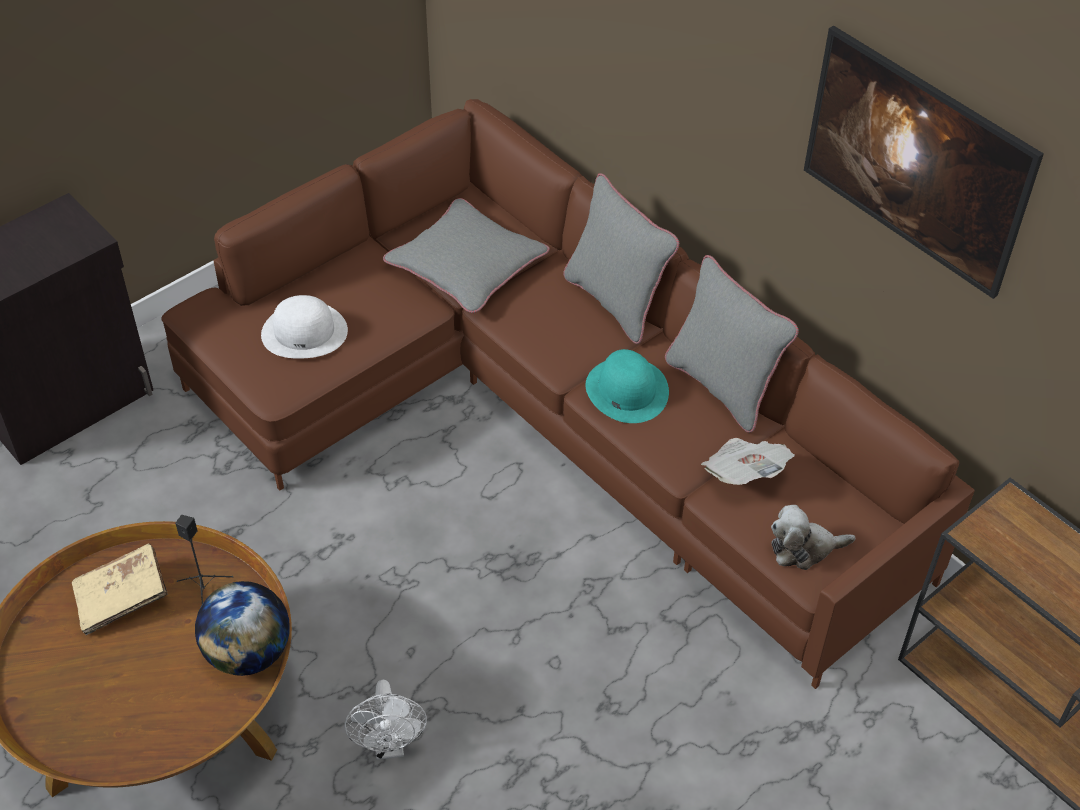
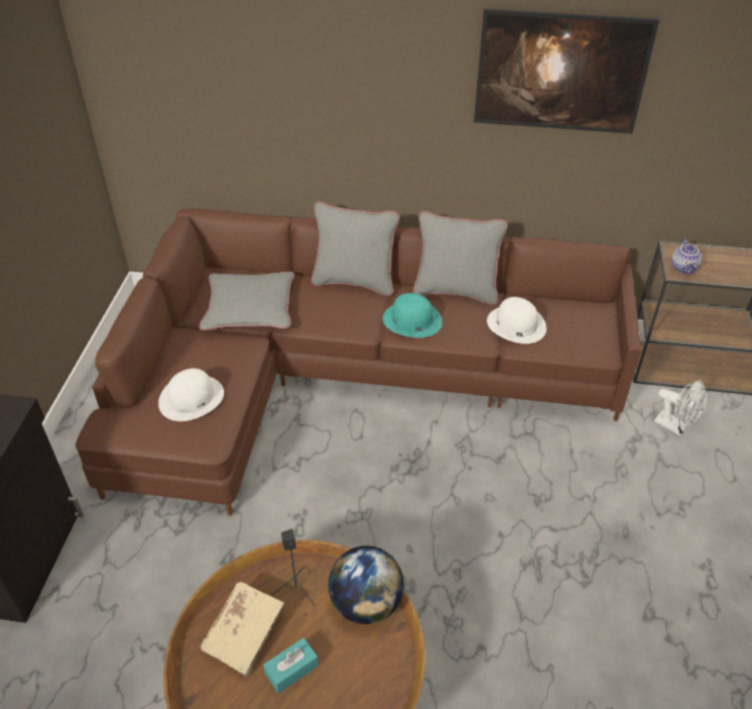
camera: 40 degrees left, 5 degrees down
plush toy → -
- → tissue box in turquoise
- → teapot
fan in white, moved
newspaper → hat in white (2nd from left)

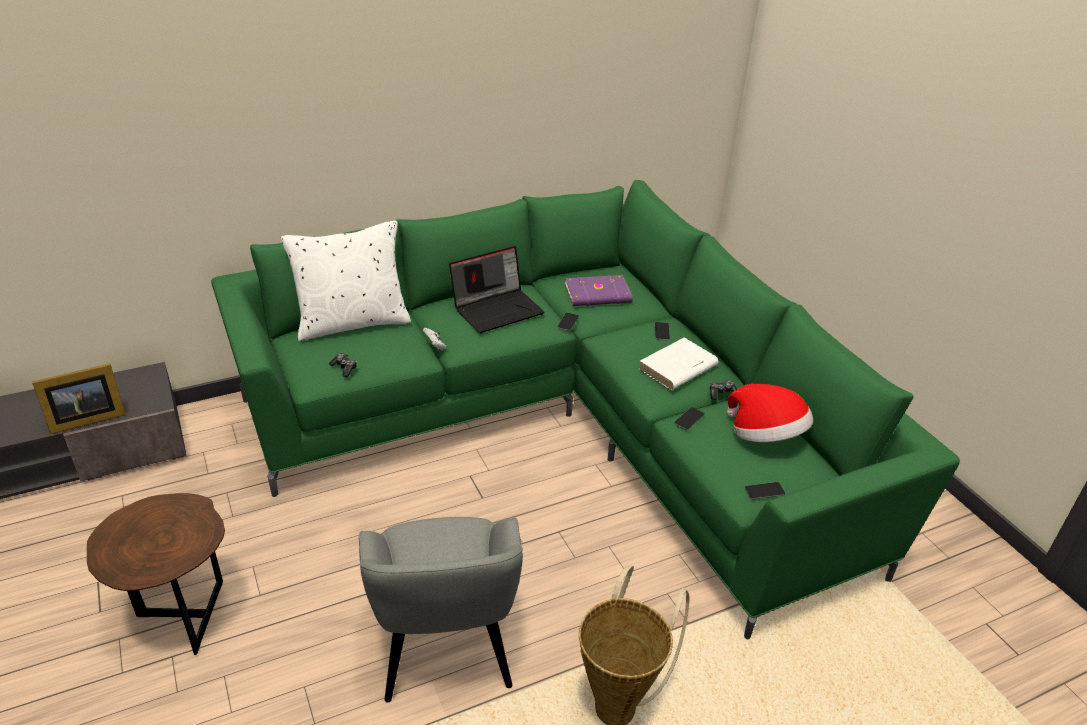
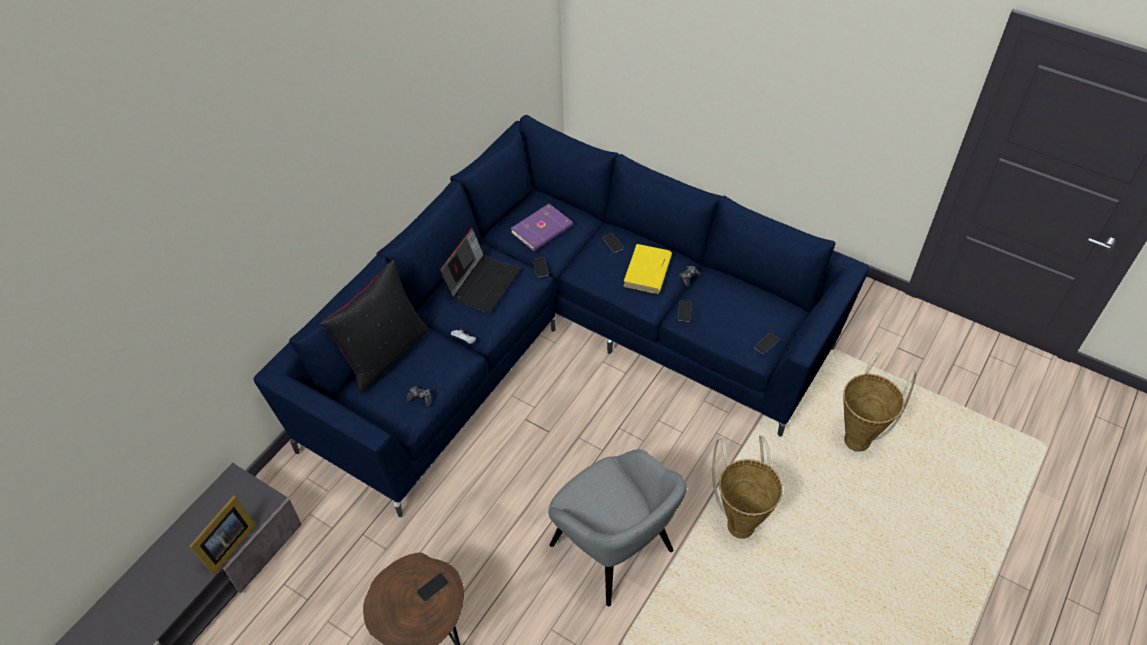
camera: 30 degrees left, 15 degrees up
hat → -
- → phone (1st from left)
- → basket (2nd from left)
sofa in green → sofa in blue
pillow in white → pillow in black
book in white → book in yellow

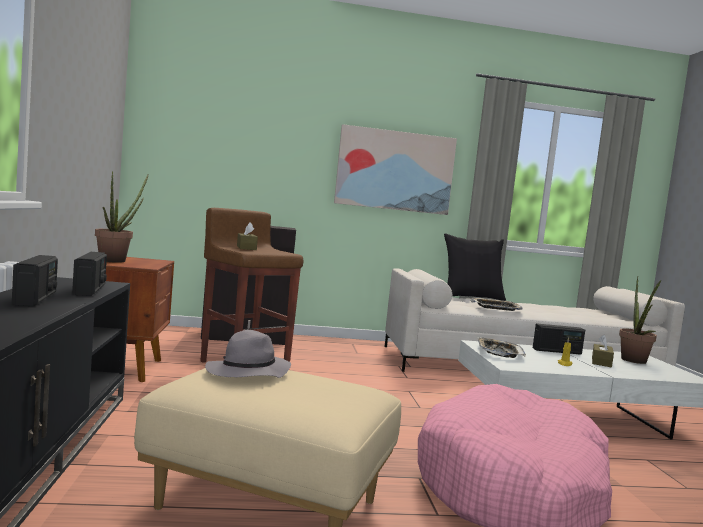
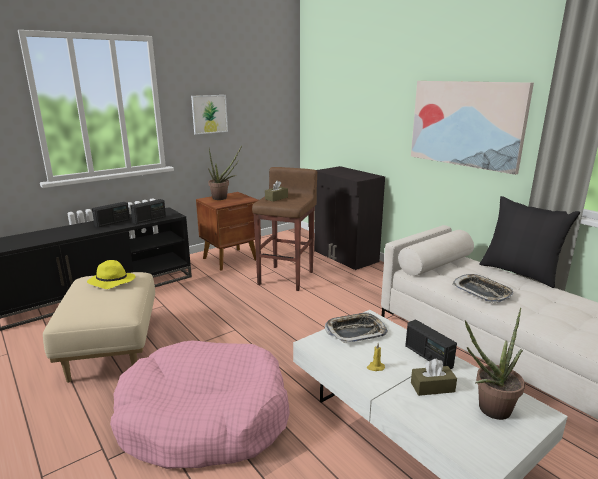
camera: 60 degrees right, 15 degrees up
- → picture (1st from left)
hat in grey → hat in yellow

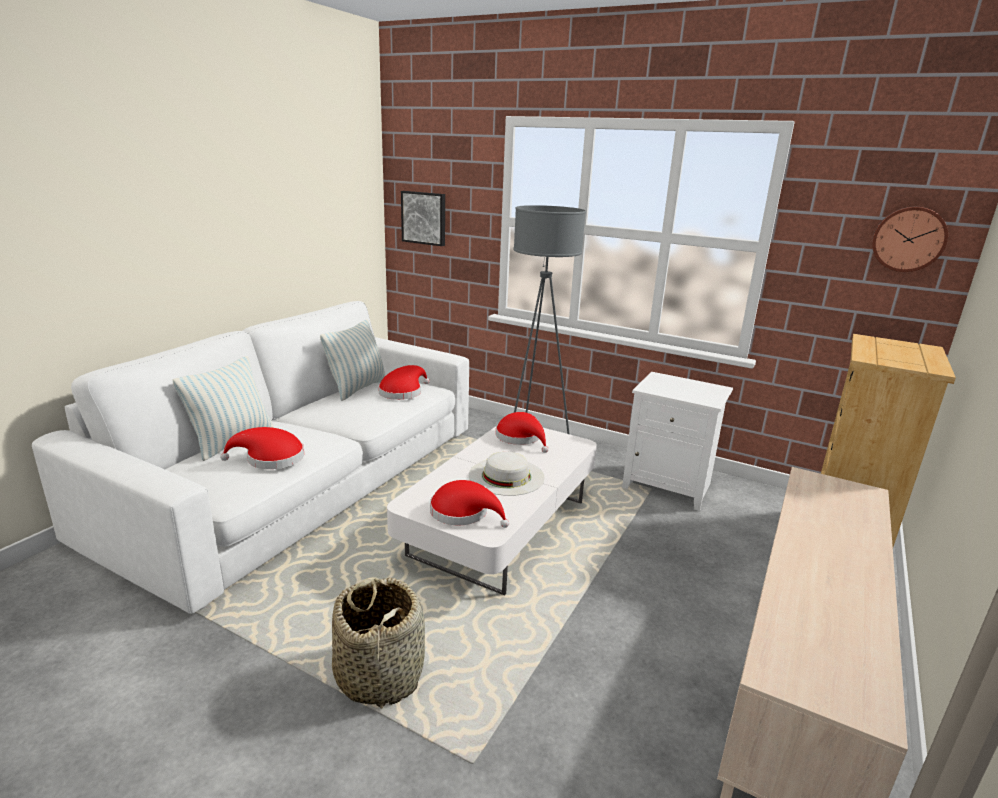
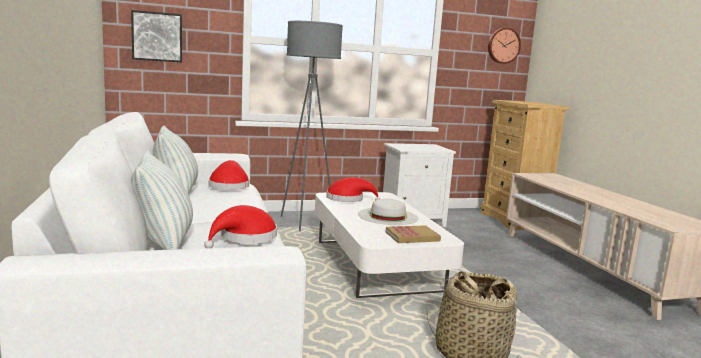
camera: 45 degrees left, 10 degrees down
hat in red (3rd from left) → book

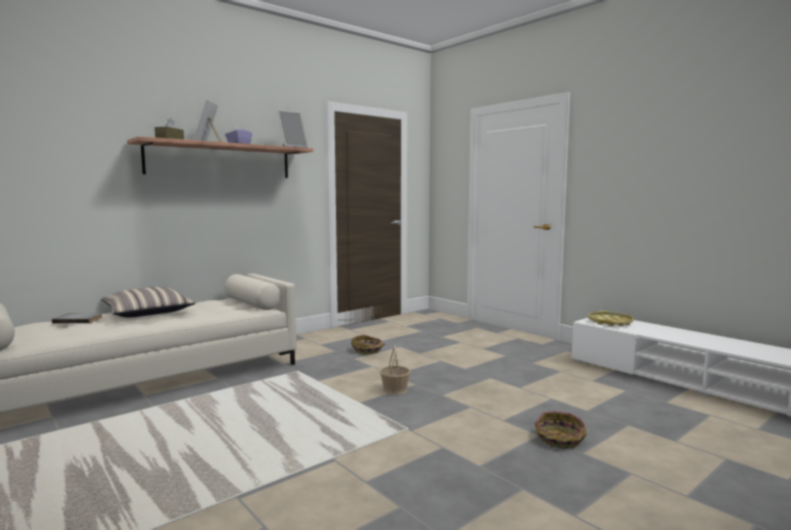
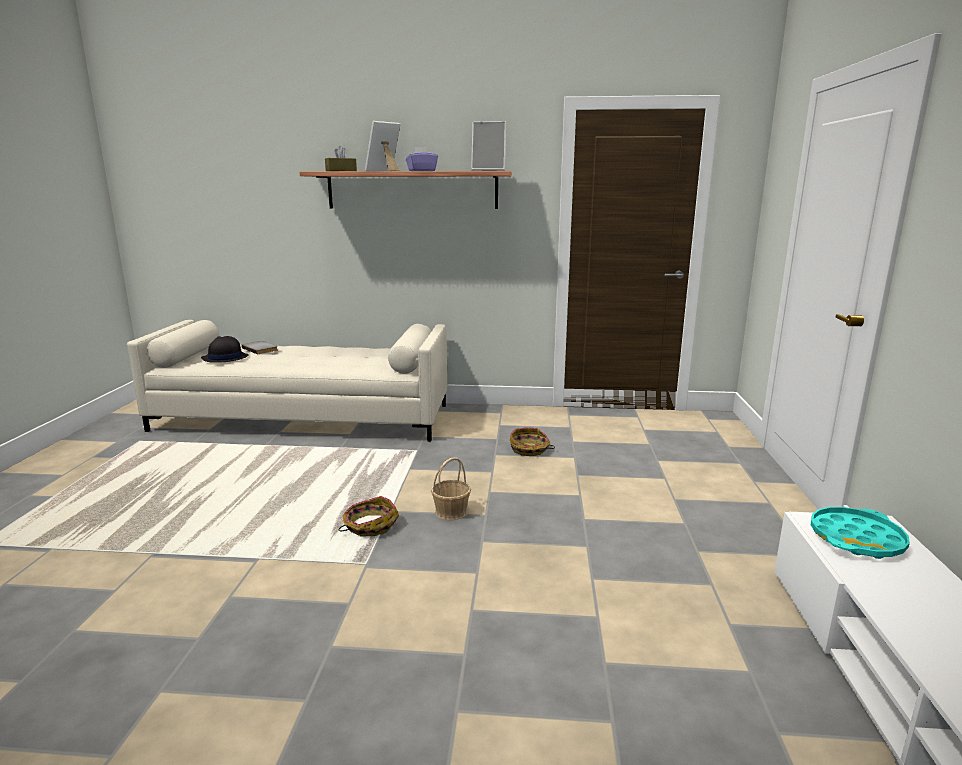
camera: 45 degrees right, 10 degrees up
pillow → -
- → hat in black
basket (3rd from left in the first image) → basket (1st from left), moved
tray in yellow → tray in turquoise

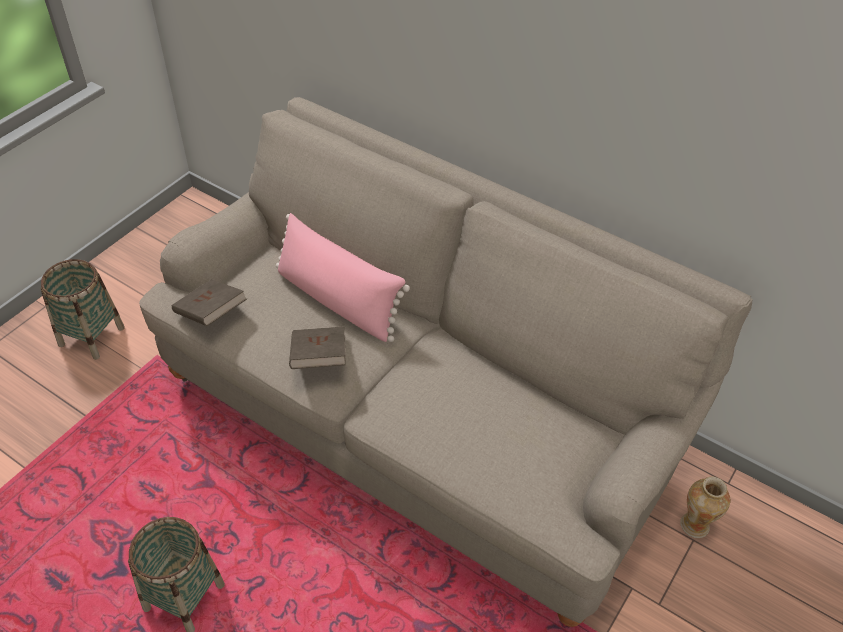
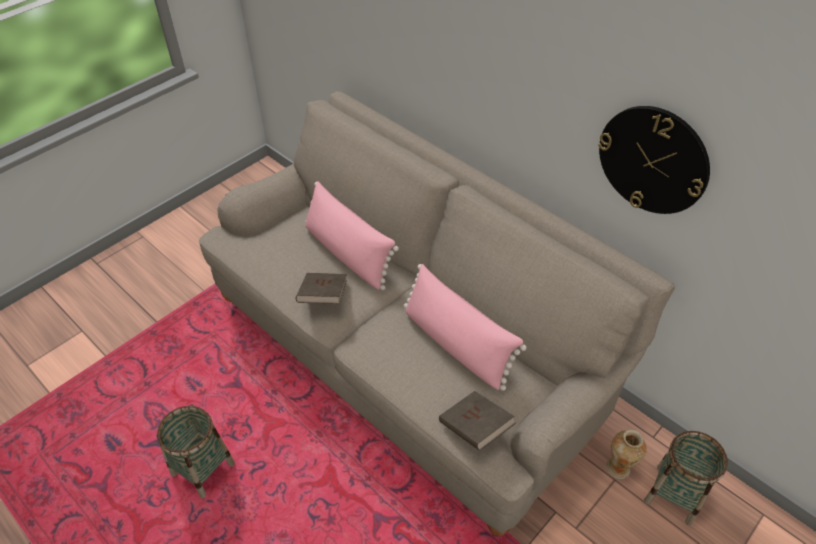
camera: 10 degrees right, 0 degrees up
- → pillow in pink (2nd from left)
- → wall clock
basket (1st from left in the first image) → basket (2nd from left), moved
book in brown (1st from left in the first image) → book in brown (2nd from left), moved

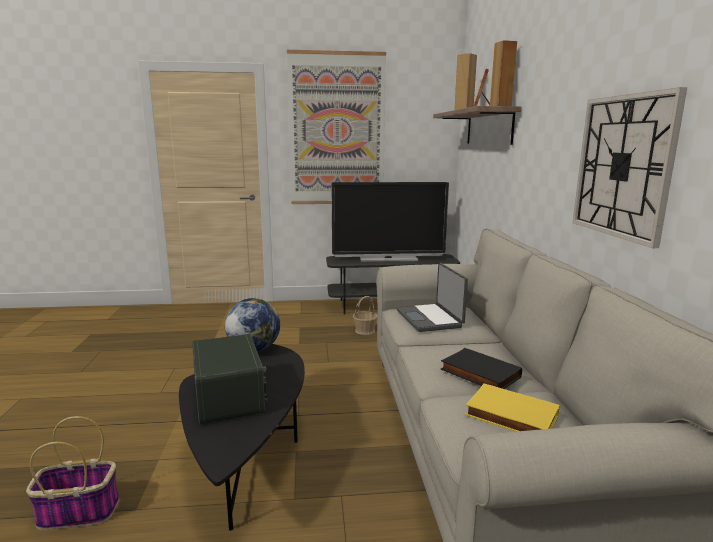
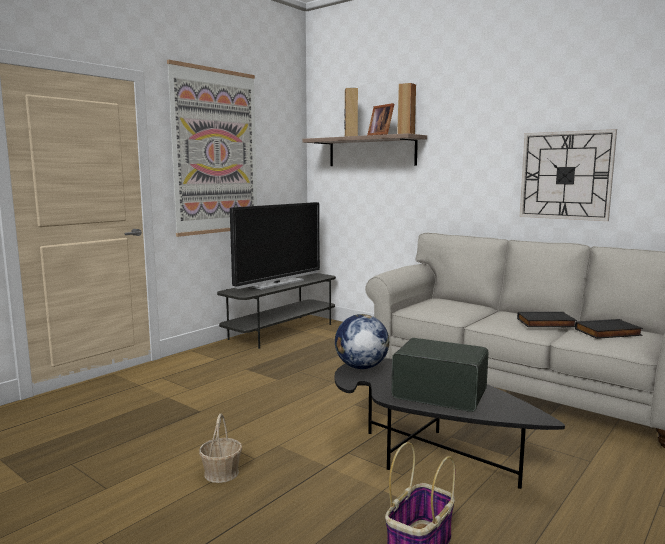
camera: 45 degrees left, 5 degrees down
laptop → -
basket (2nd from left in the first image) → basket (1st from left), moved
book in yellow → book in black (2nd from left)

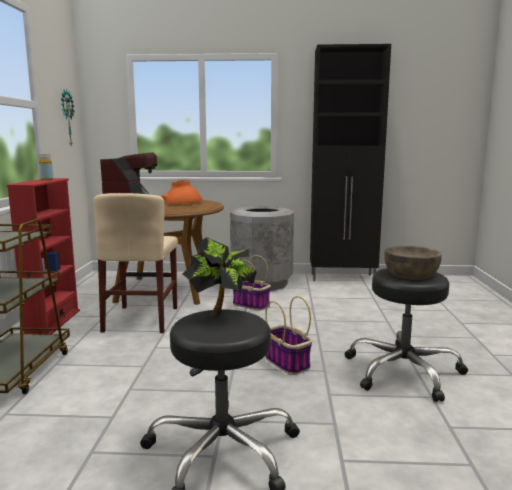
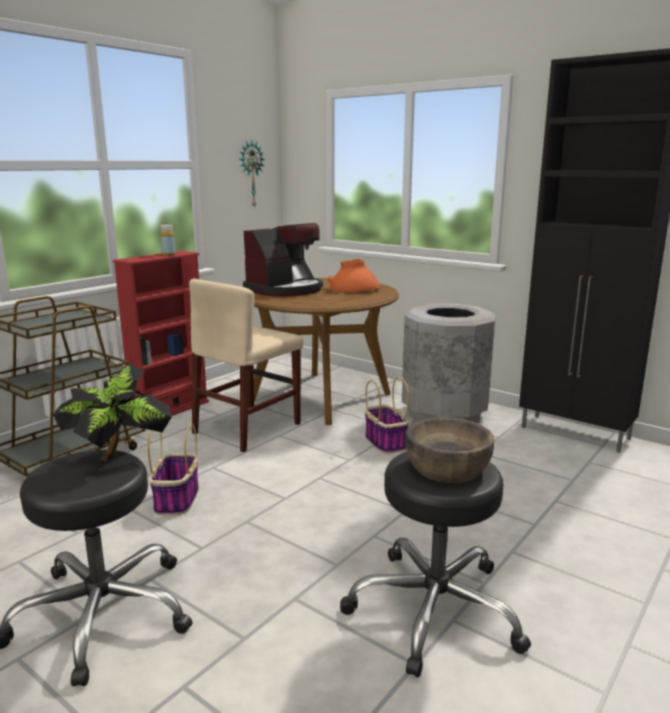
camera: 35 degrees right, 5 degrees up
basket (2nd from left in the first image) → basket (1st from left), moved

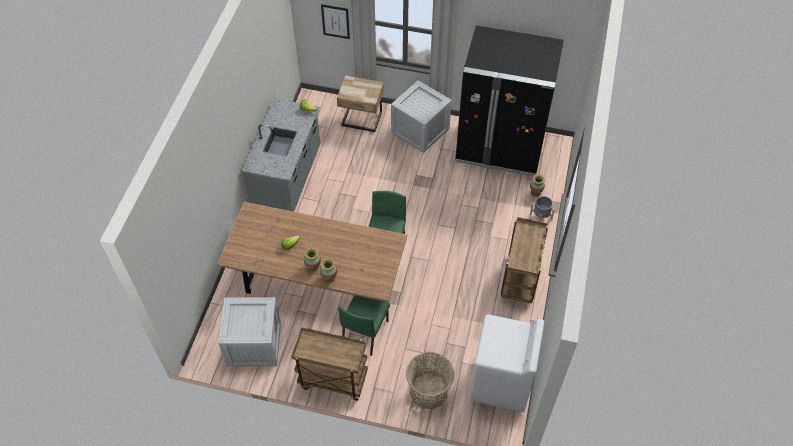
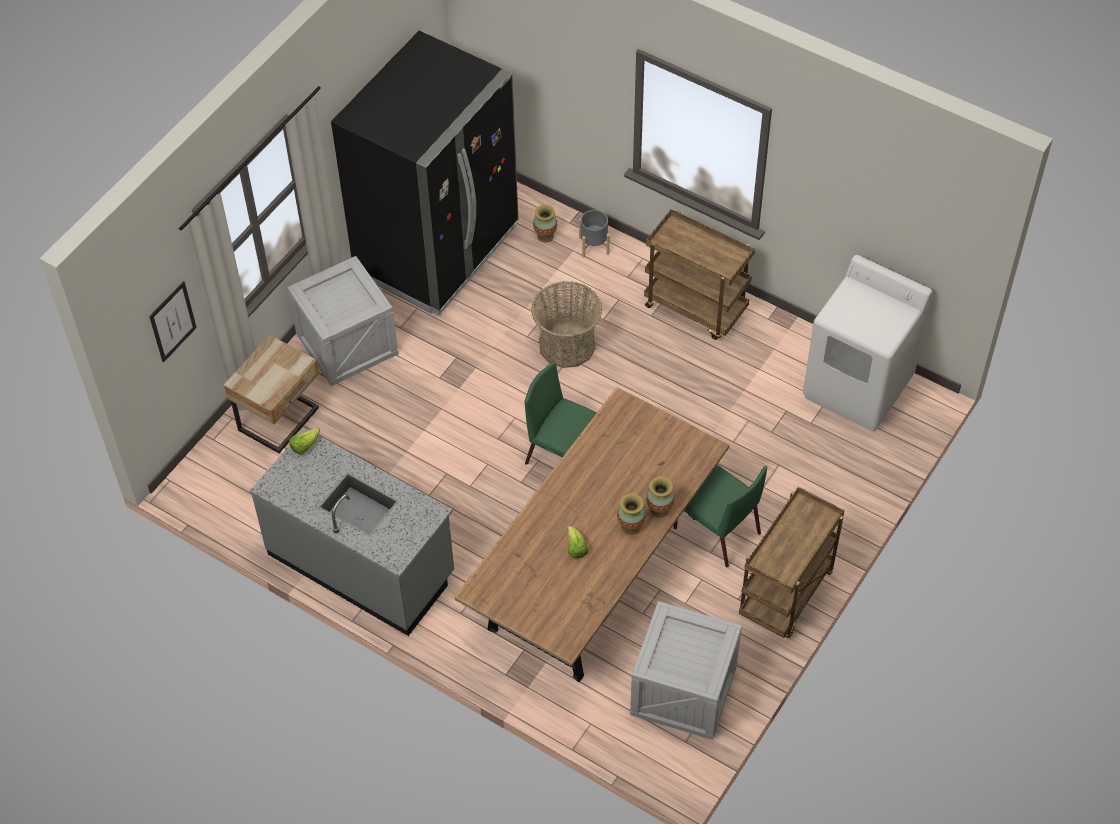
camera: 70 degrees left, 0 degrees up
basket, moved

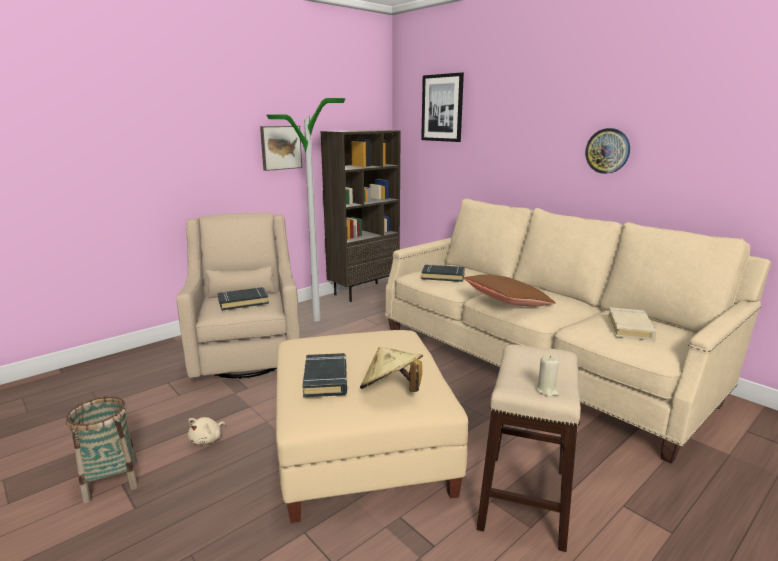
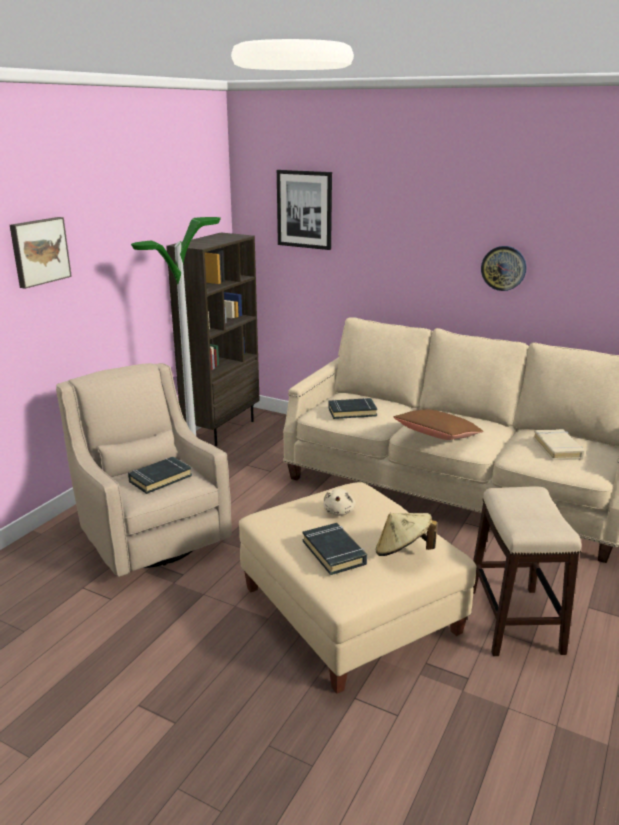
camera: 20 degrees left, 5 degrees up
basket → -
candle in beige → -
plush toy in beige, moved
picture (1st from left), moved

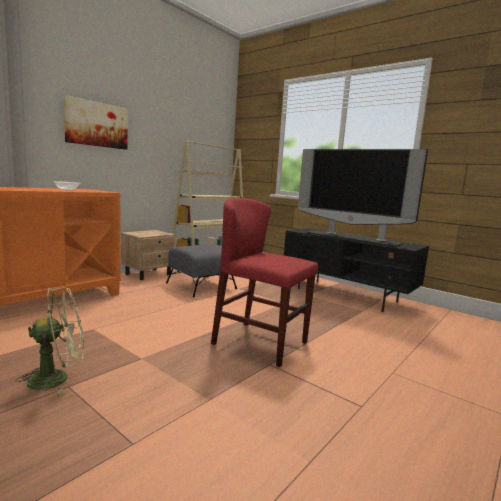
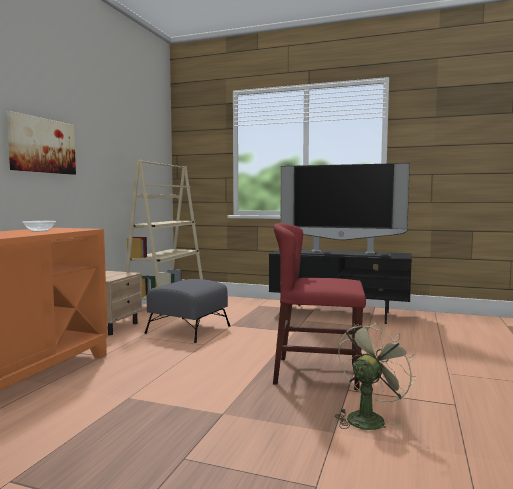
camera: 20 degrees left, 5 degrees down
fan in green, moved

